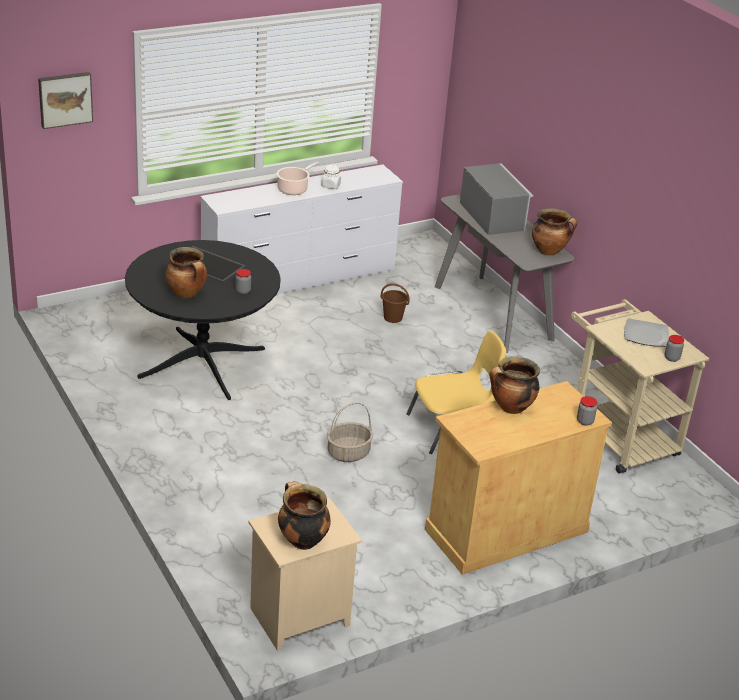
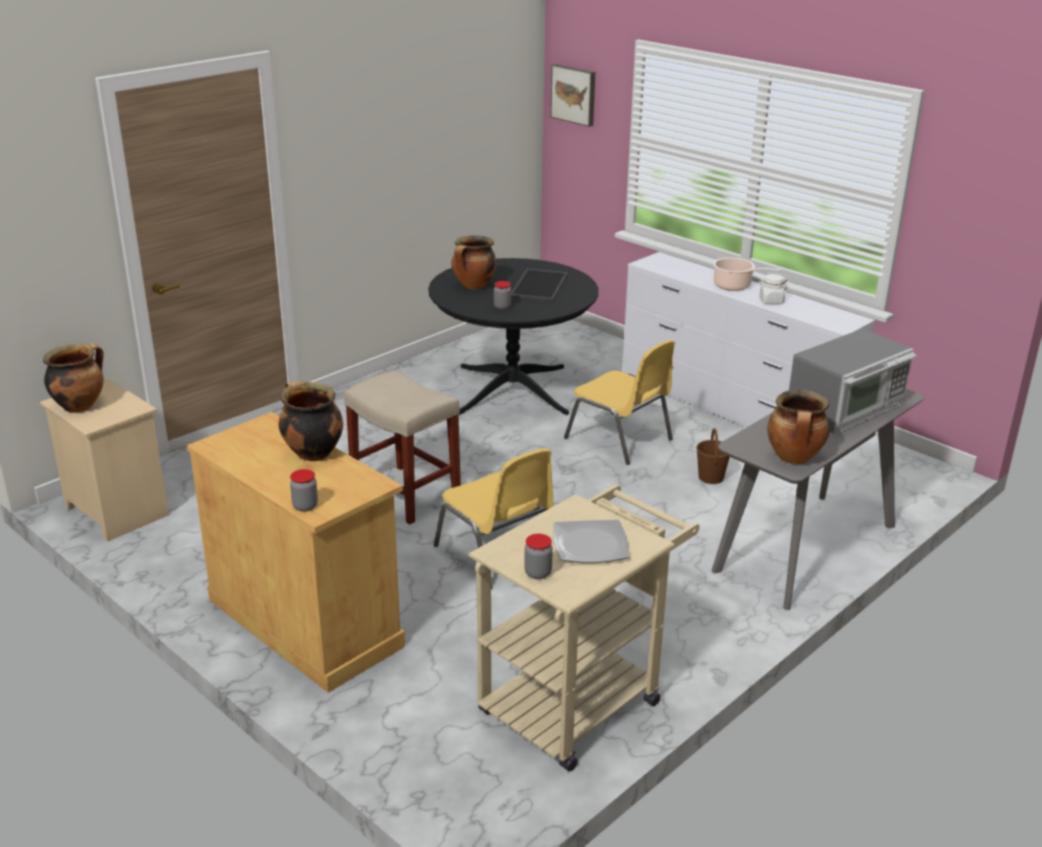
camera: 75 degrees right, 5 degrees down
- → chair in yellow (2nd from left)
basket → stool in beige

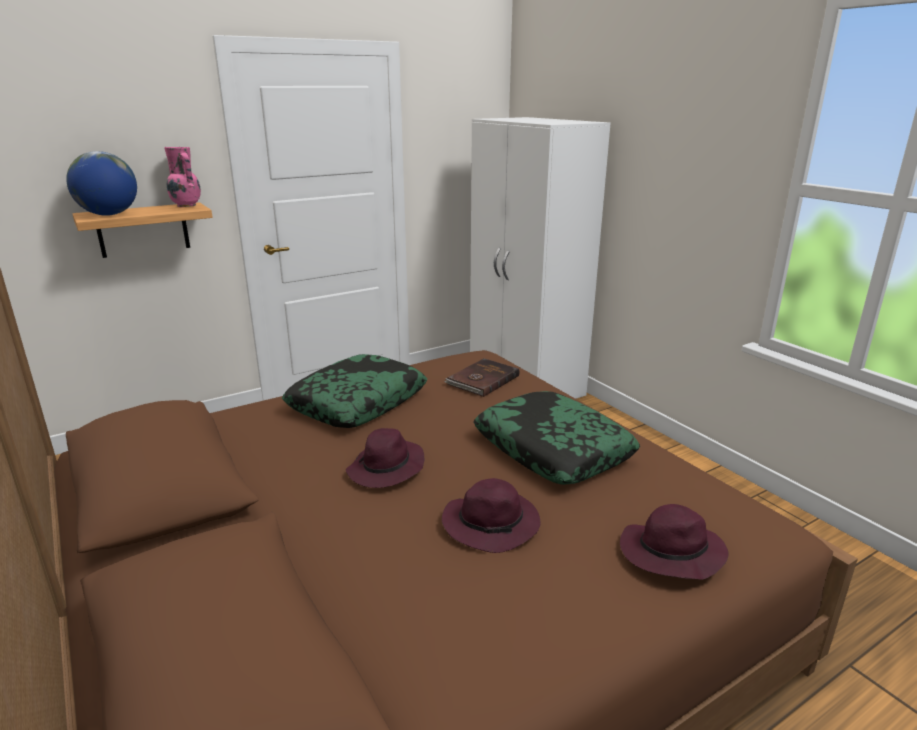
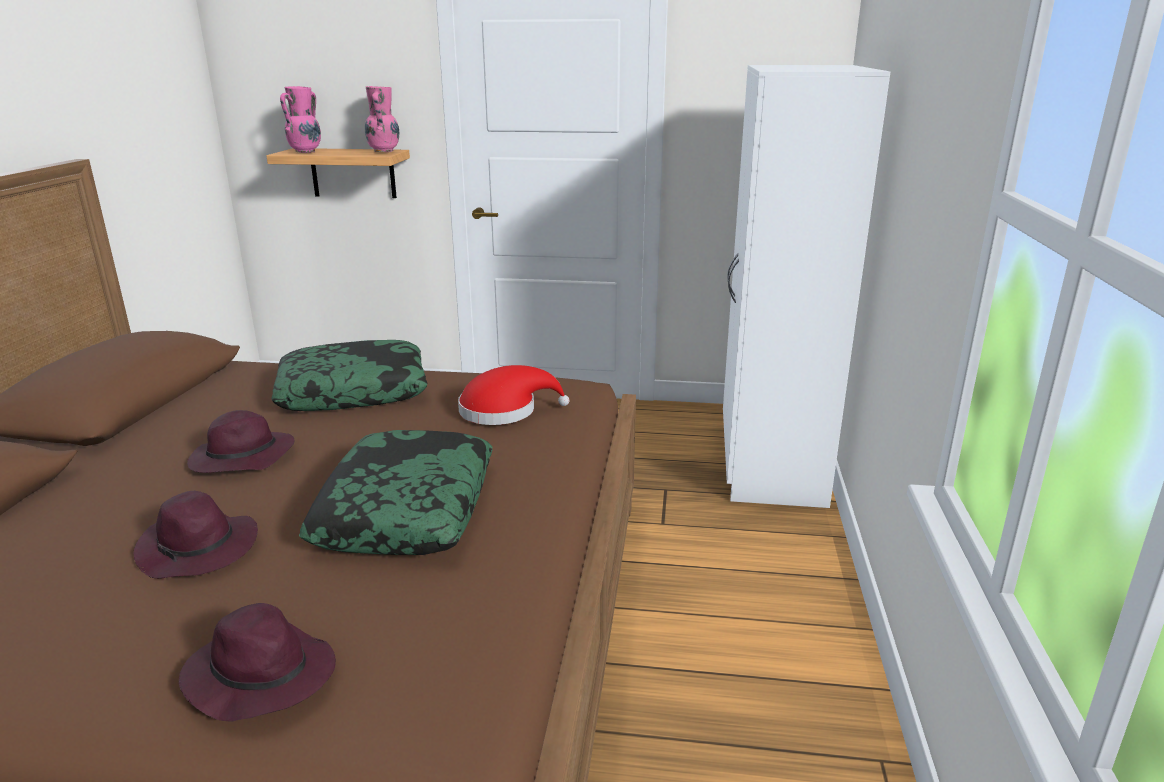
camera: 40 degrees right, 0 degrees up
globe → vase in pink (1st from left)
book in brown → hat in red

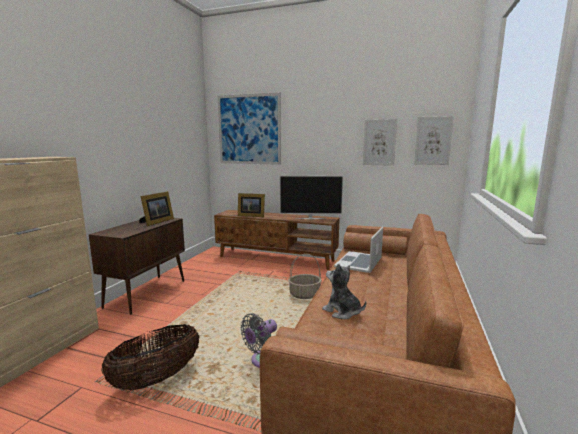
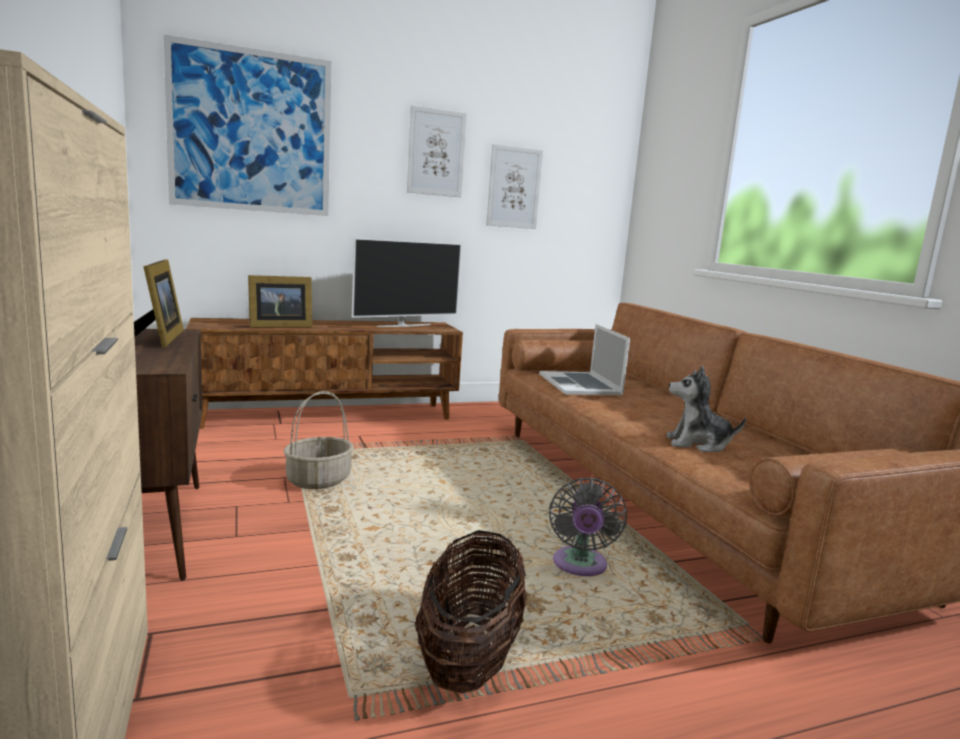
camera: 40 degrees left, 0 degrees up
basket (2nd from left in the first image) → basket (1st from left), moved
picture (3rd from left in the first image) → picture (2nd from left), moved

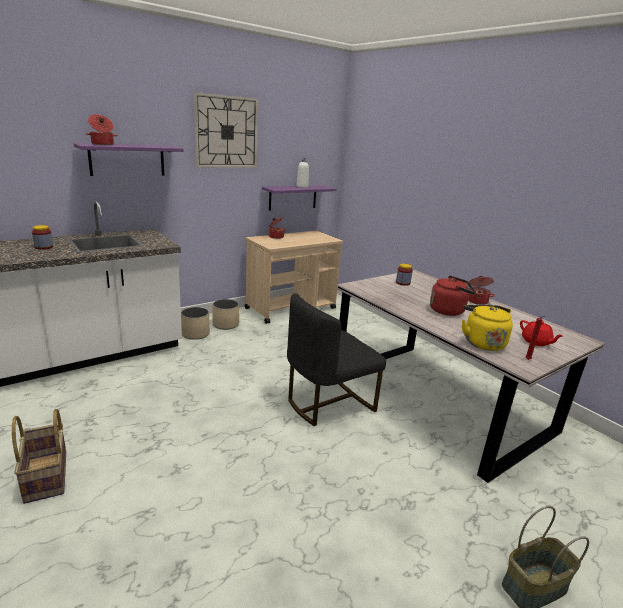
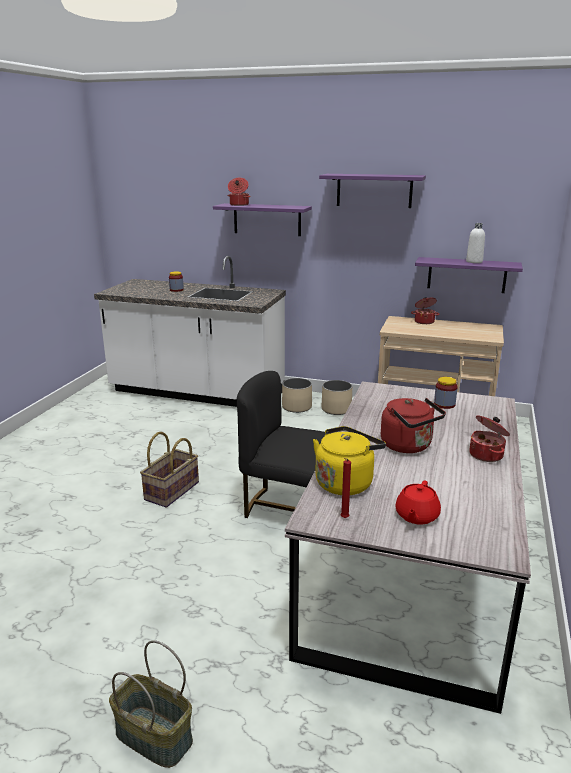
camera: 55 degrees right, 0 degrees up
basket (1st from left in the first image) → basket (2nd from left), moved
wall clock → shelf in purple (2nd from left)

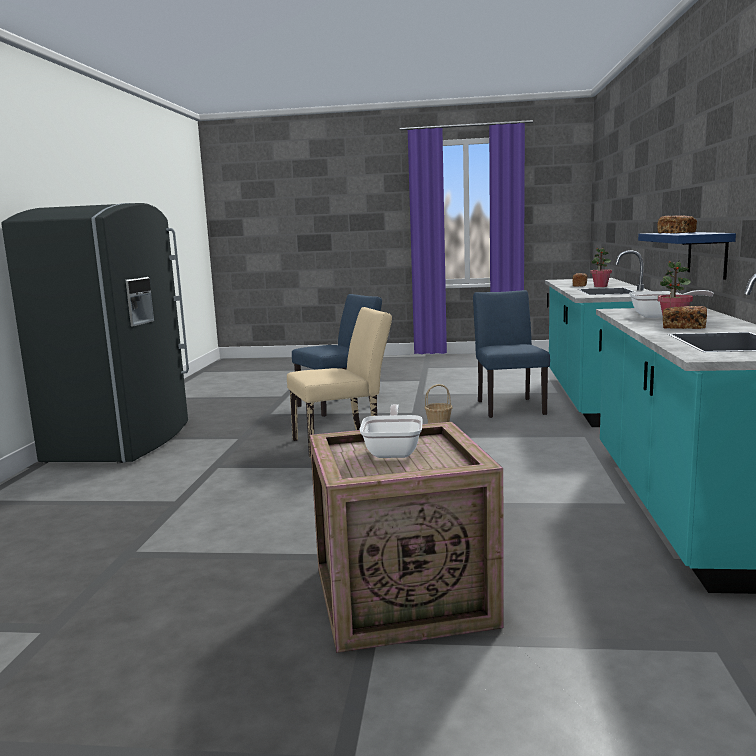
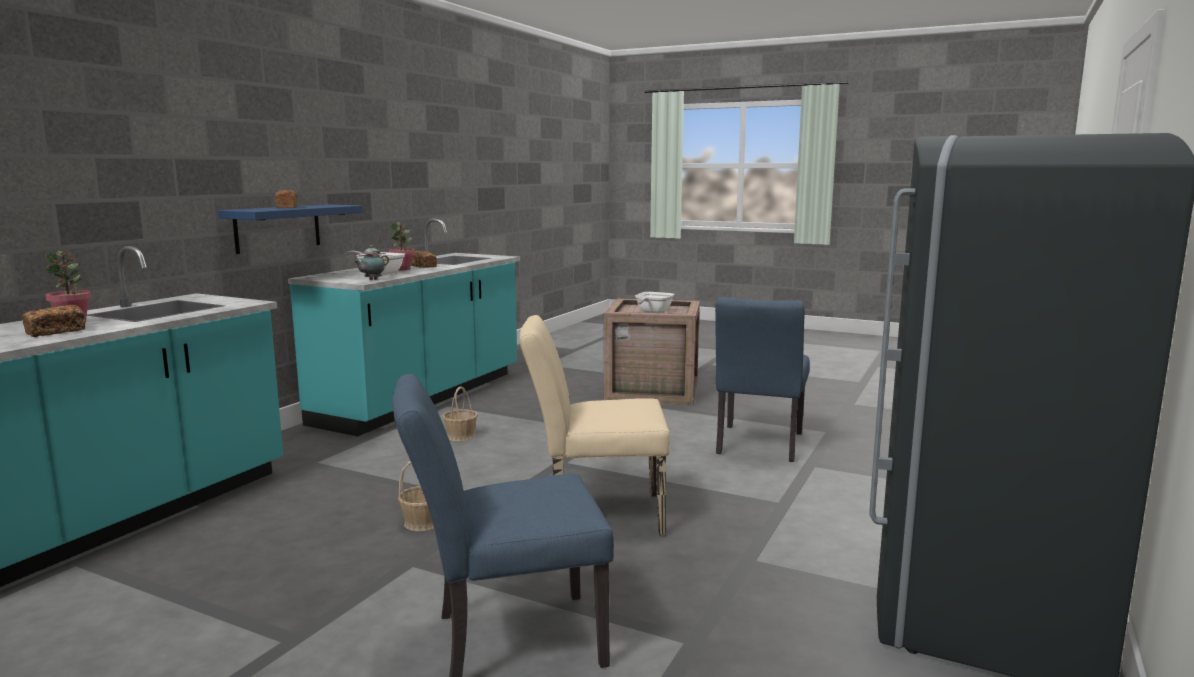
camera: 160 degrees left, 0 degrees up
- → teapot
- → basket (2nd from left)
chair in blue (2nd from left), moved

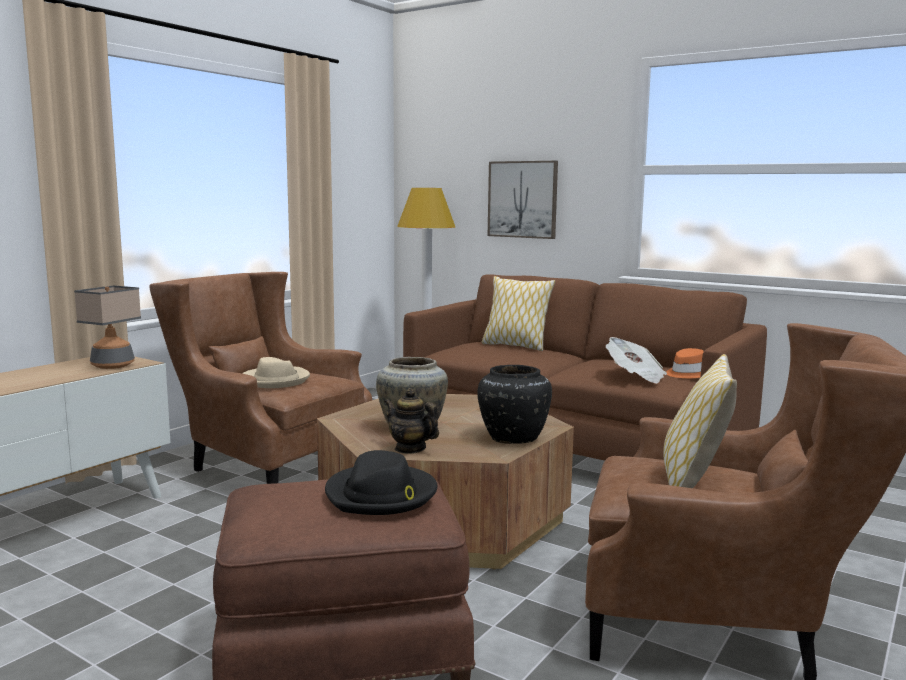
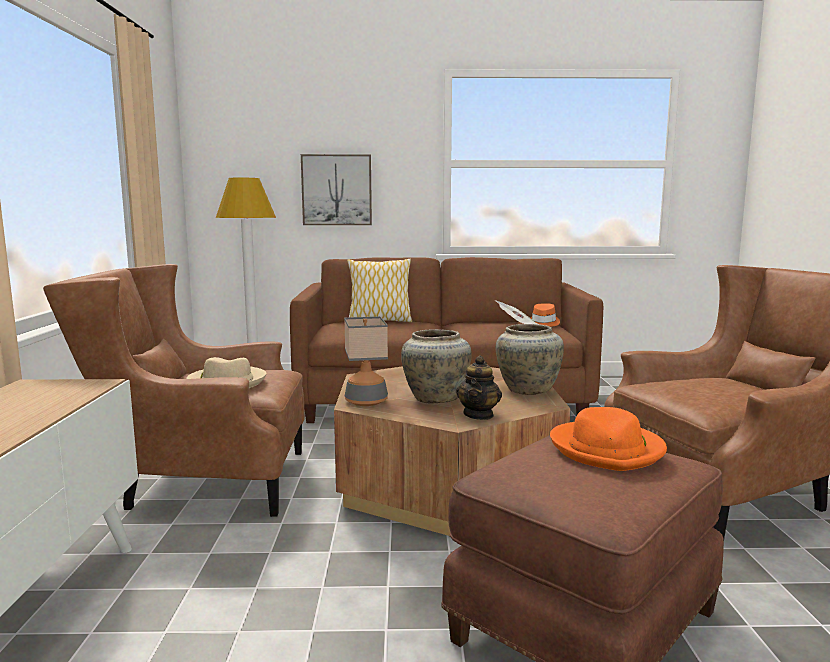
camera: 35 degrees left, 0 degrees up
pillow (2nd from left) → -
table lamp, moved
hat in black → hat in orange (2nd from left)
vase in black → vase in beige (2nd from left)
teapot, 75 degrees counterclockwise

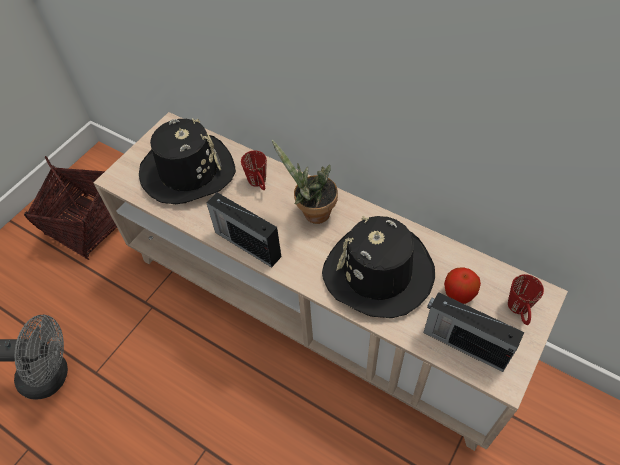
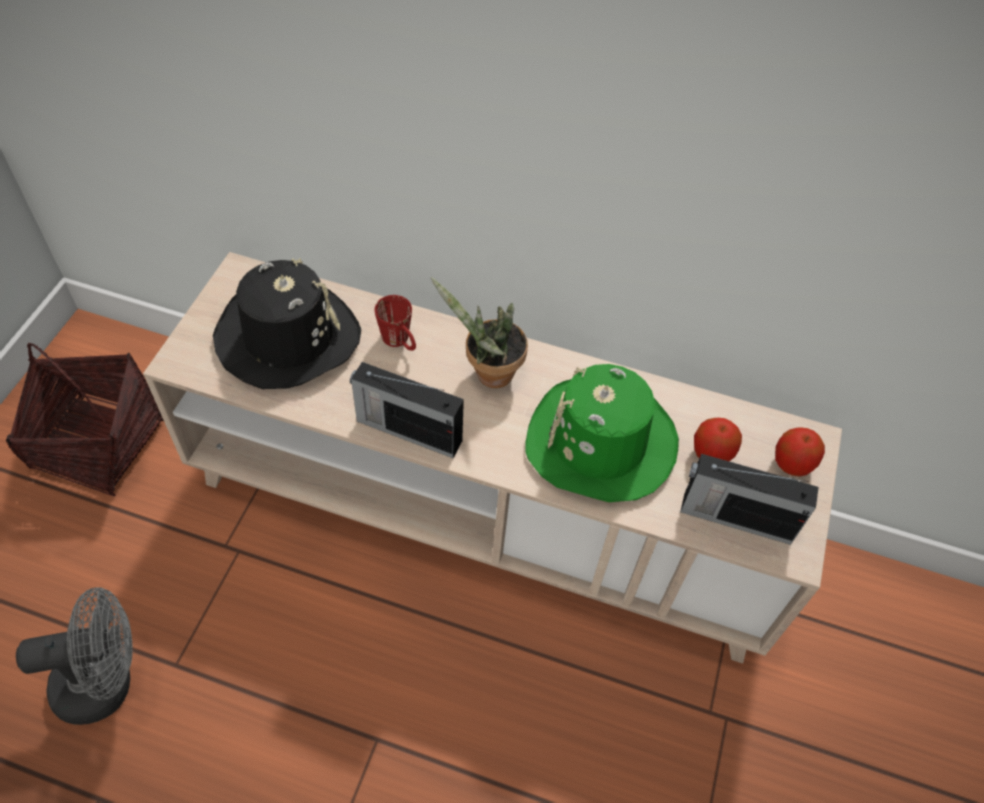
camera: 20 degrees left, 0 degrees up
mug in red (2nd from left) → apple (2nd from left)
hat in black (2nd from left) → hat in green

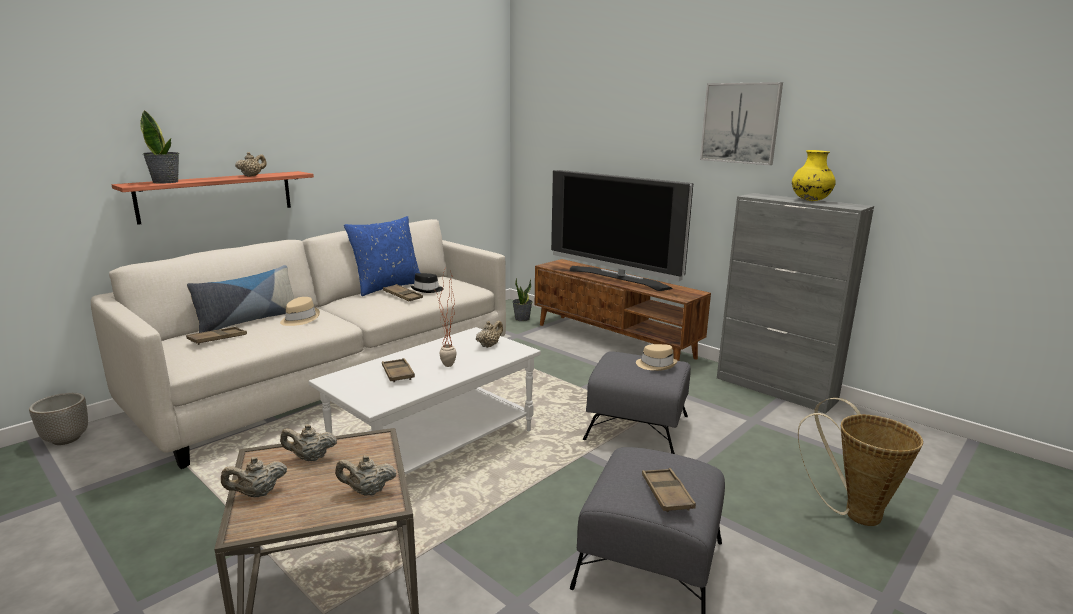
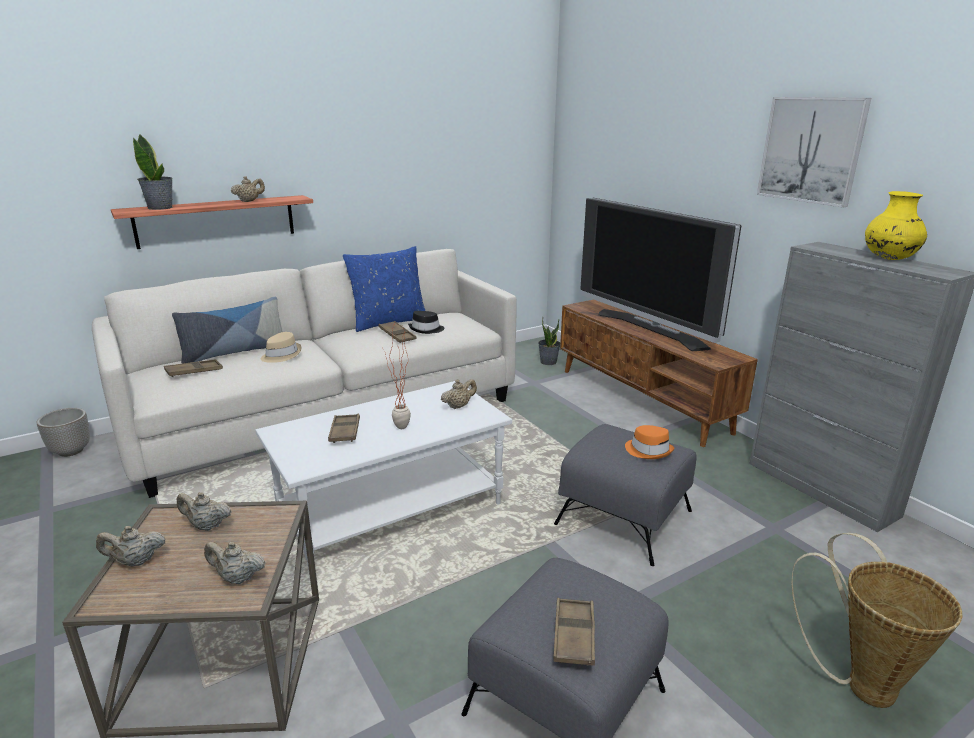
camera: 15 degrees right, 5 degrees up
hat in beige (2nd from left) → hat in orange

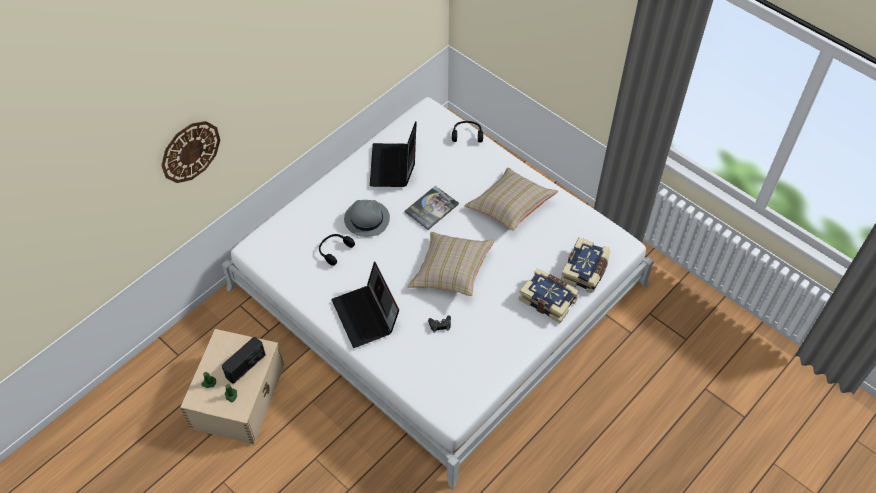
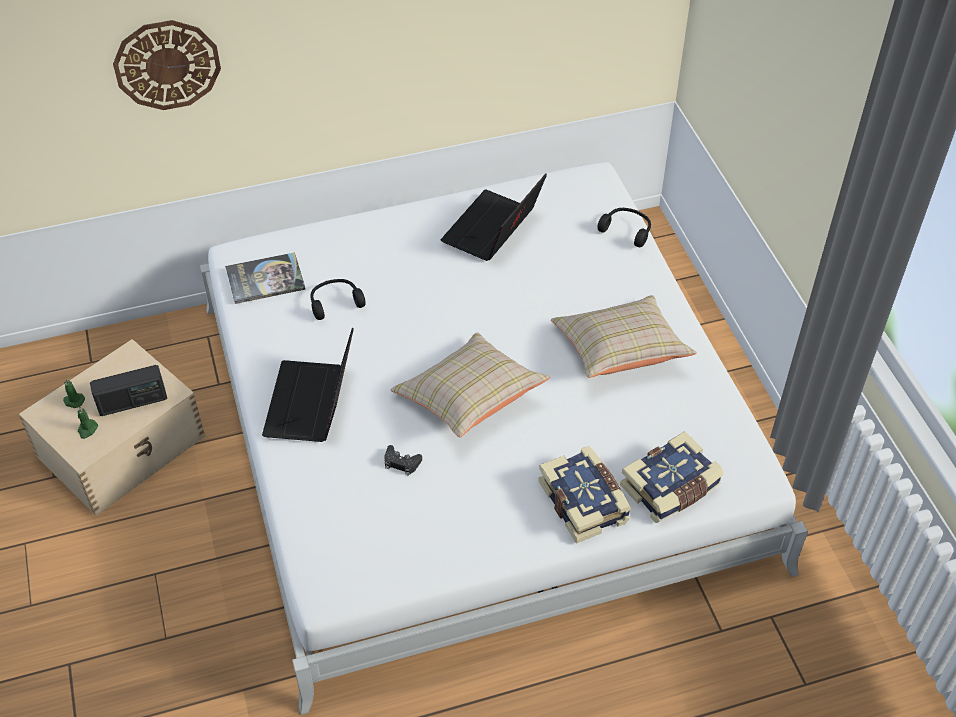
camera: 30 degrees right, 5 degrees down
hat in grey → -
book (1st from left), moved

